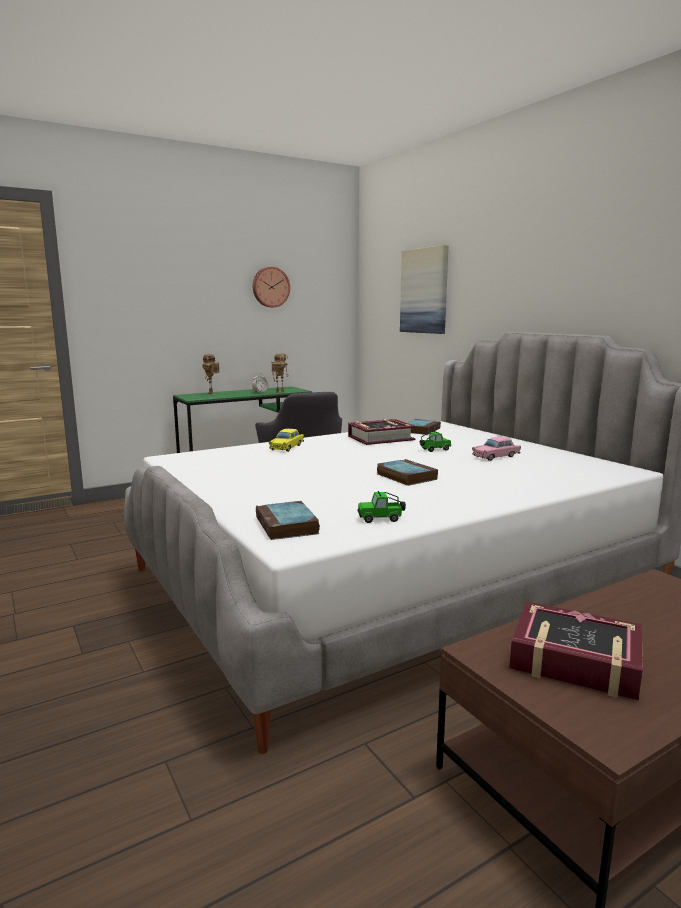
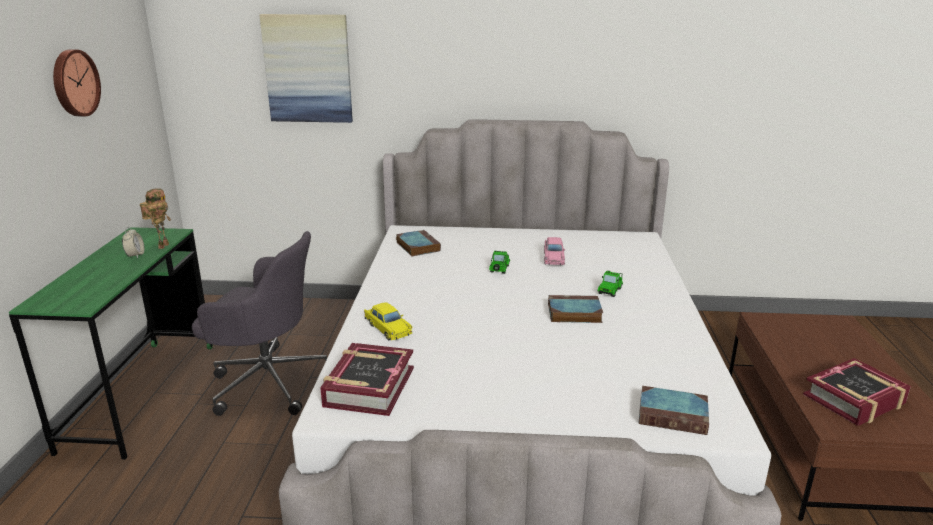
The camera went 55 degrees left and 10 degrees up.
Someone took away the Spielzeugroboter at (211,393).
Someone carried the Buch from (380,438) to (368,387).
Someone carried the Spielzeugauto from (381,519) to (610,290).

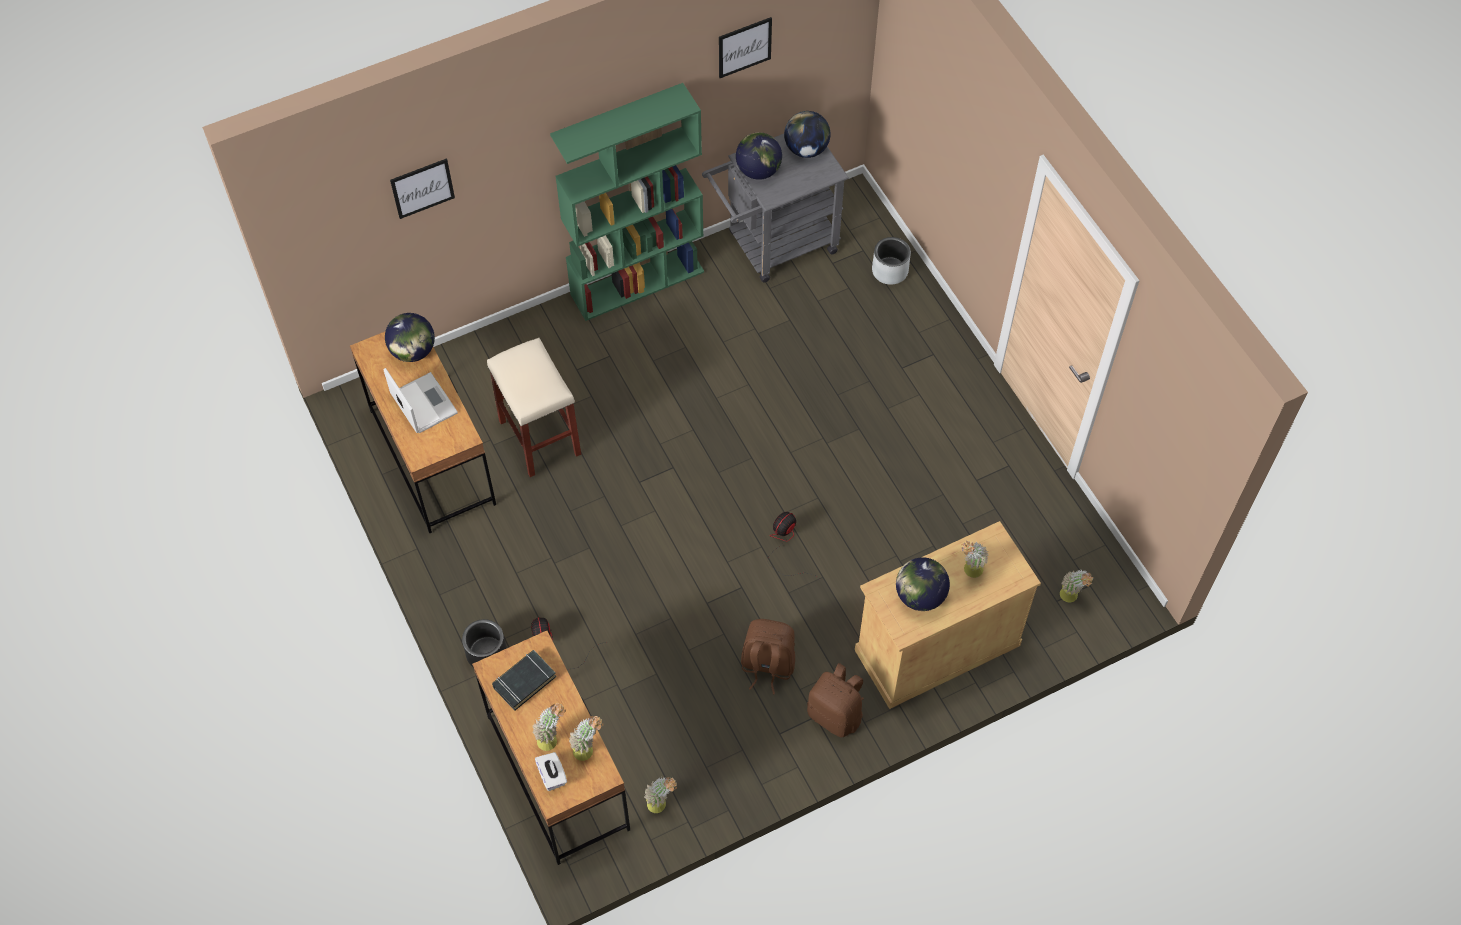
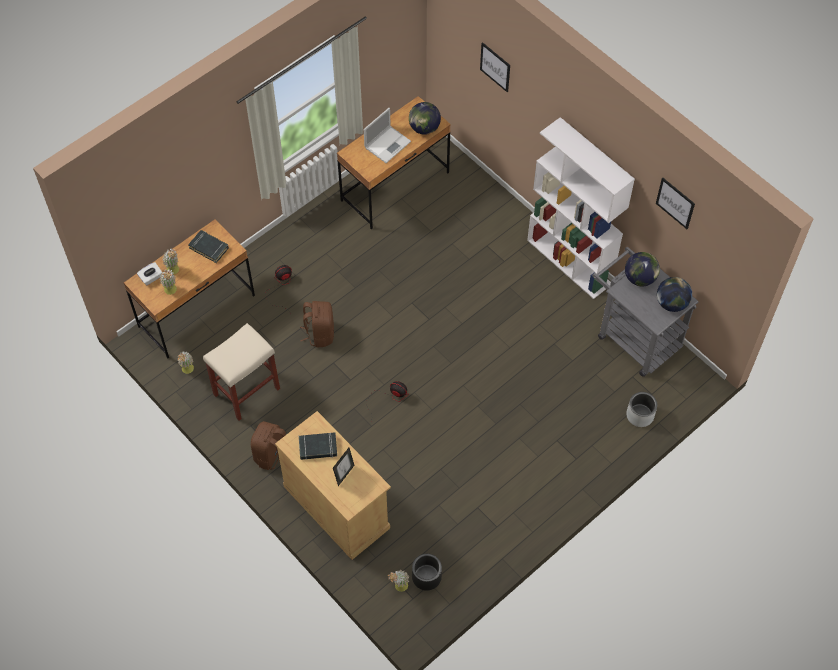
The camera went 75 degrees right and 0 degrees up.
Someone repainted the Bücherregal [grün] at (637,282), which became the Bücherregal [weiß] at (570,262).
Someone carried the Hocker [beige] from (541,438) to (246,392).
Someone swapped the Topfpflanze at (969,572) for the Bilderrahmen at (344,474).
Someone swapped the Globus at (920,596) for the Buch [schwarz] at (318,448).
Someone carried the Pflanzkübel [schwarz] from (486,653) to (426,576).
Someone carried the Rucksack [braun] from (767,666) to (319,333).

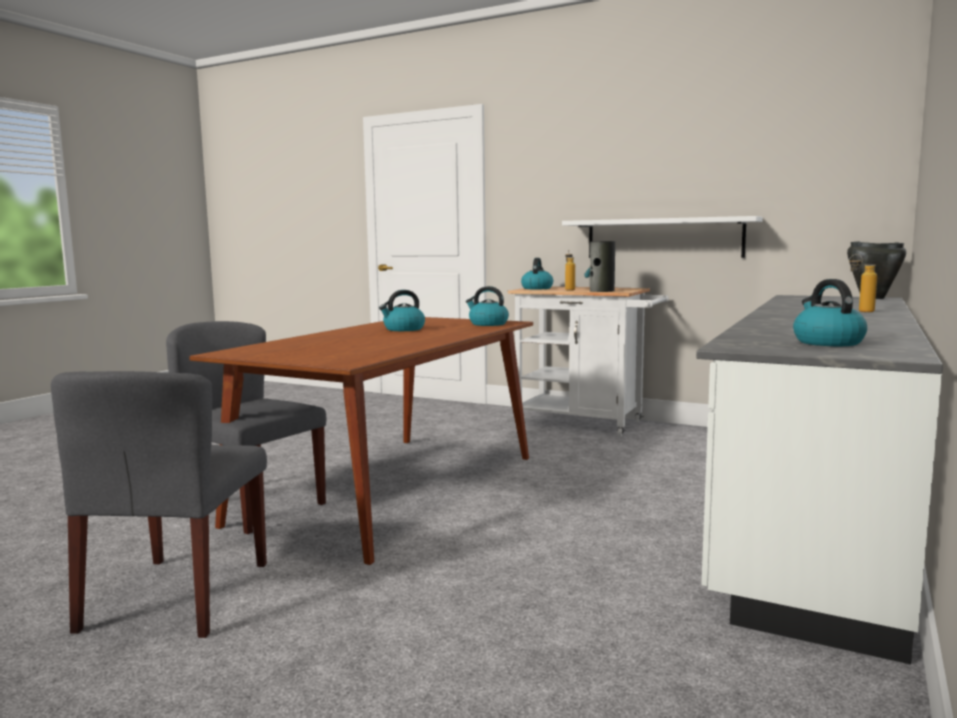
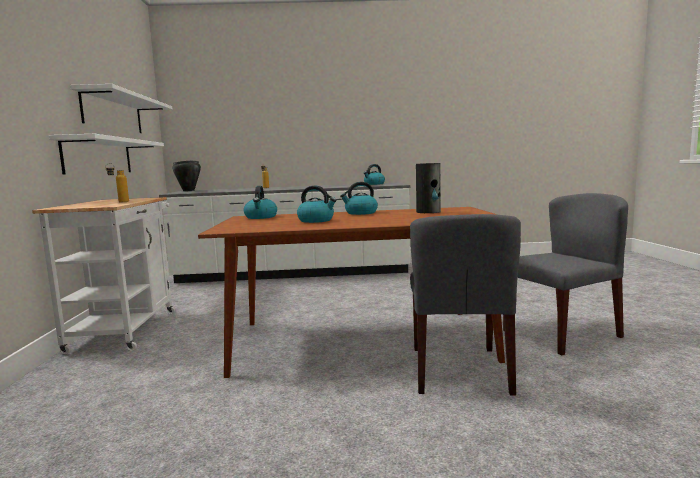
The camera went 120 degrees left and 0 degrees up.
Someone carried the Vase from (601,291) to (428,212).
Someone carried the Wasserkessel from (537,288) to (360,213).
Someone put up the Wandregal [weiß] at (113,113).

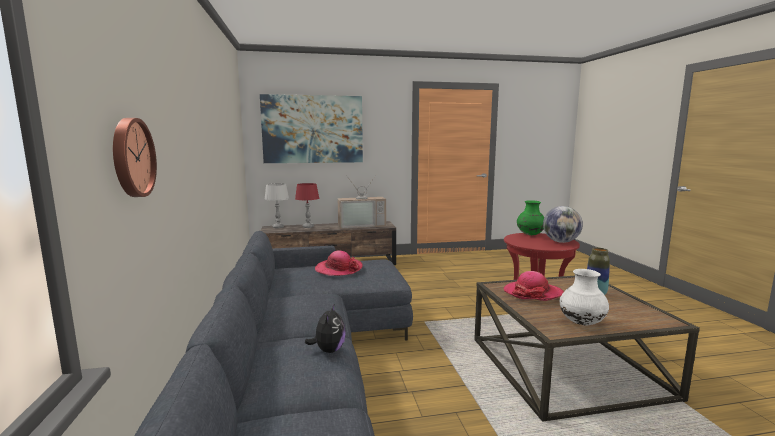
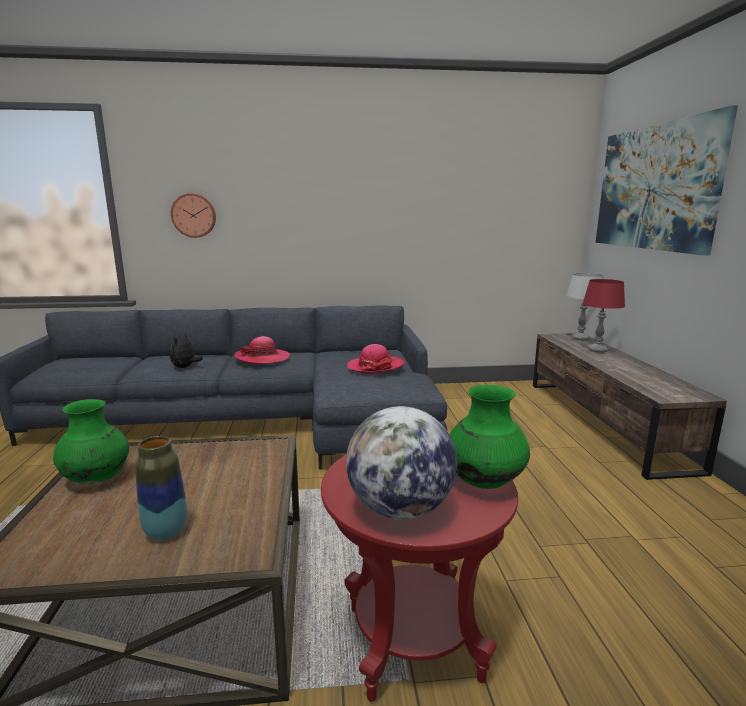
The camera went 95 degrees right and 5 degrees up.
Someone took away the Fernseher at (361,225).
Someone repainted the Vase [weiß] at (581,323), which became the Vase [grün] at (96,479).
Someone carried the Hut from (532,293) to (262,358).
Someone rotated the Plüschtier at (328,350) by 90 degrees clockwise.

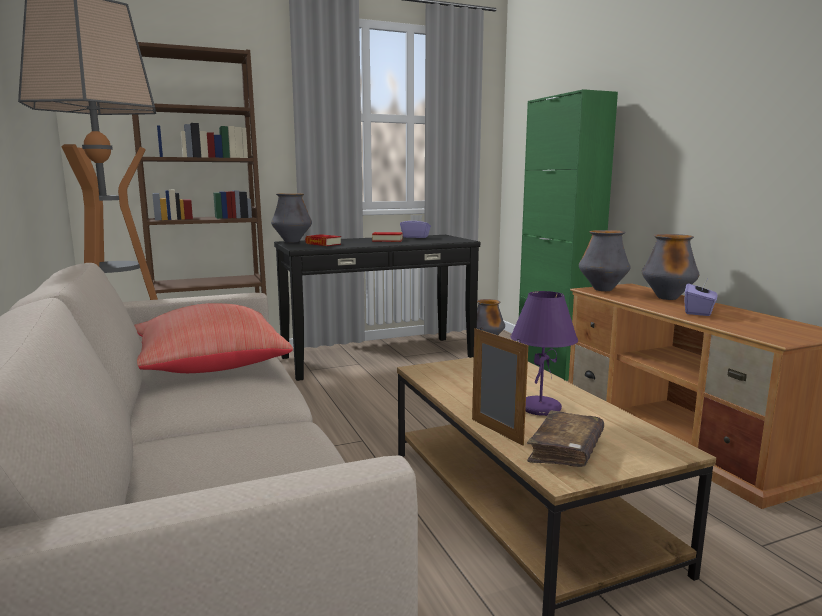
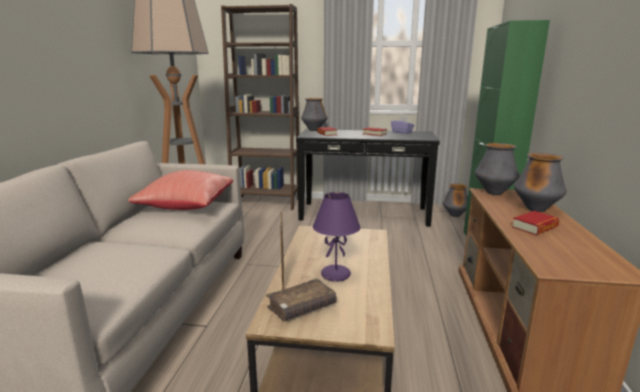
The camera went 30 degrees right and 5 degrees up.
Someone swapped the Taschentuchbox [lila] at (698,312) for the Buch at (534,227).

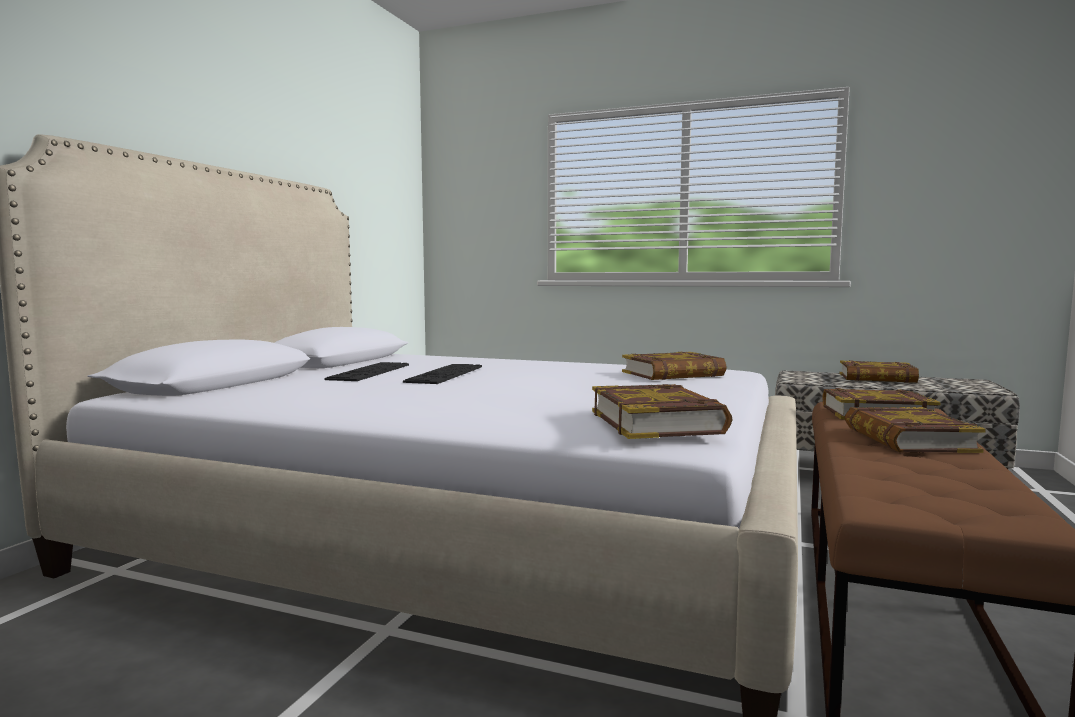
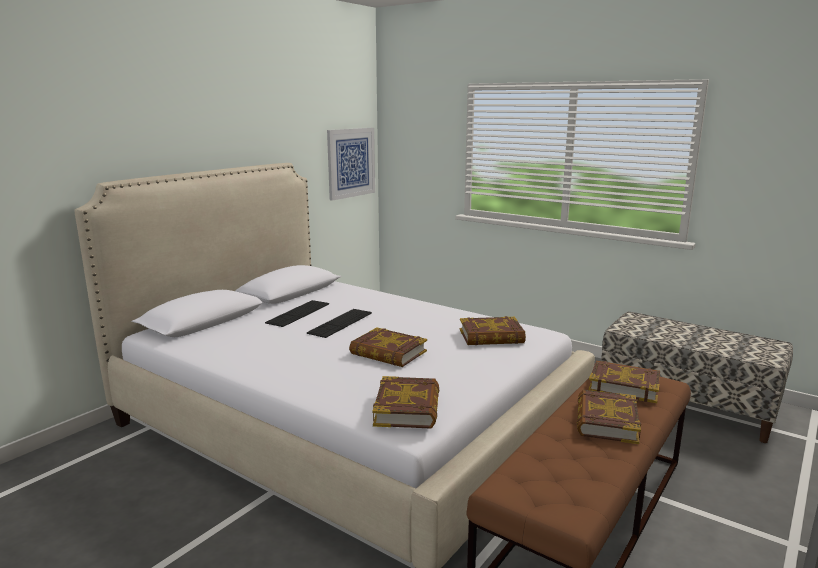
The camera went 15 degrees right and 10 degrees up.
Someone carried the Buch from (877,378) to (388,353).
Someone put up the Bild at (351,163).

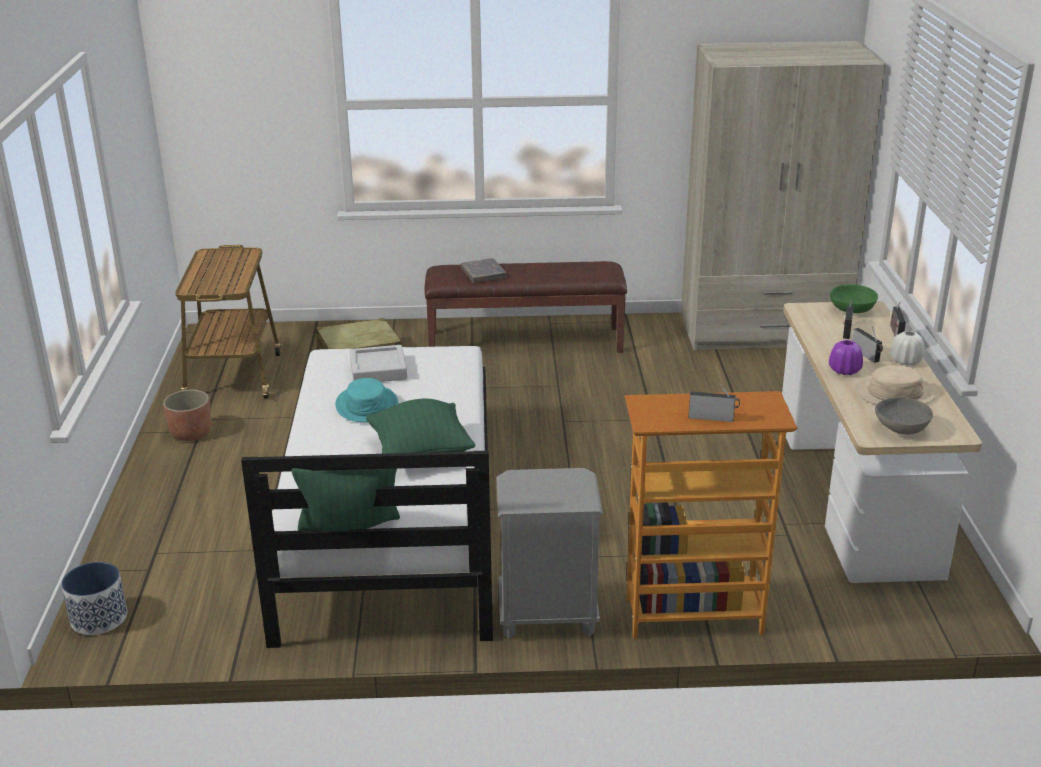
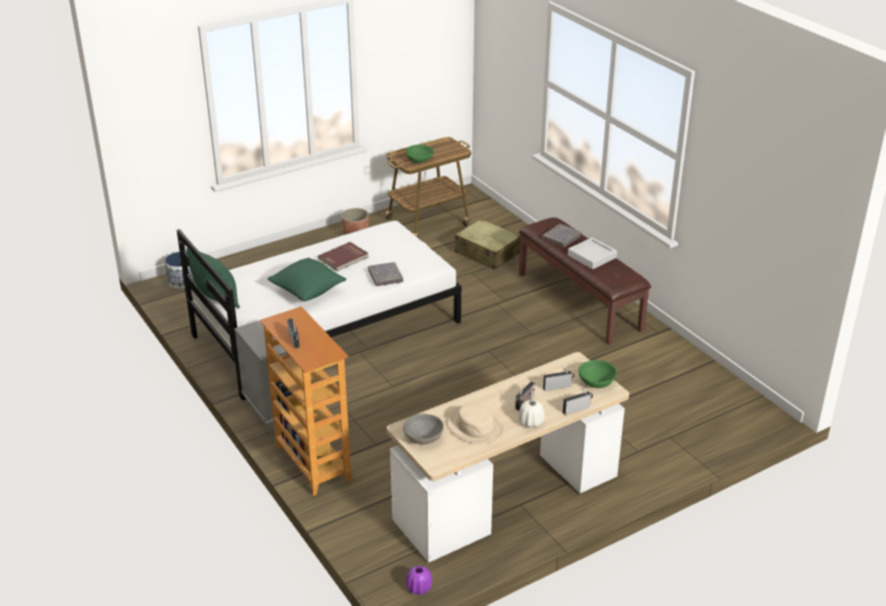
The camera went 60 degrees right and 5 degrees up.
Someone took away the Kleiderschrank [beige] at (763,331).
Someone carried the Vase [lila] from (844,370) to (419,588).
Someone carried the Tablett [grau] from (378,369) to (592,256).
Someone swapped the Hut [türkis] at (367,405) for the Buch [rot] at (344,258).
Someone put down the Schüssel [grün] at (419,160).
Someone put down the Buch [grau] at (385,276).

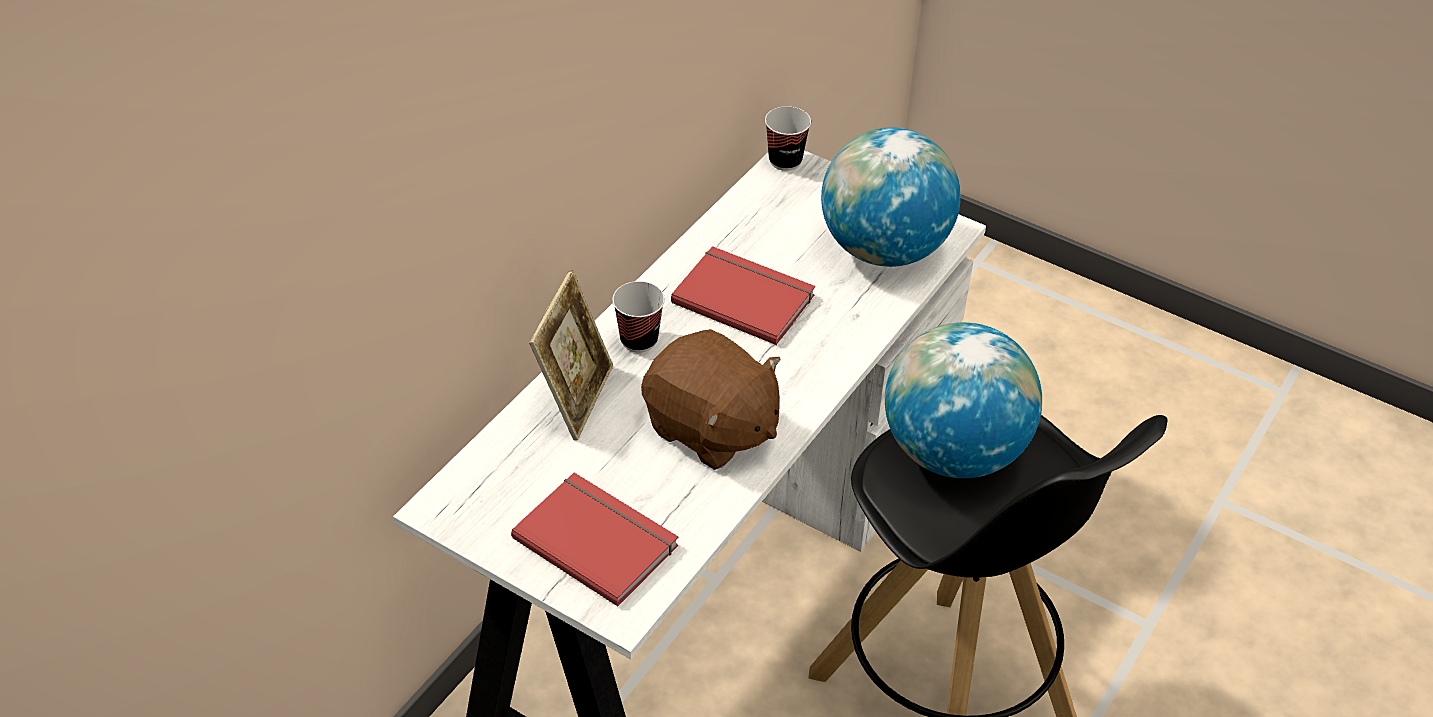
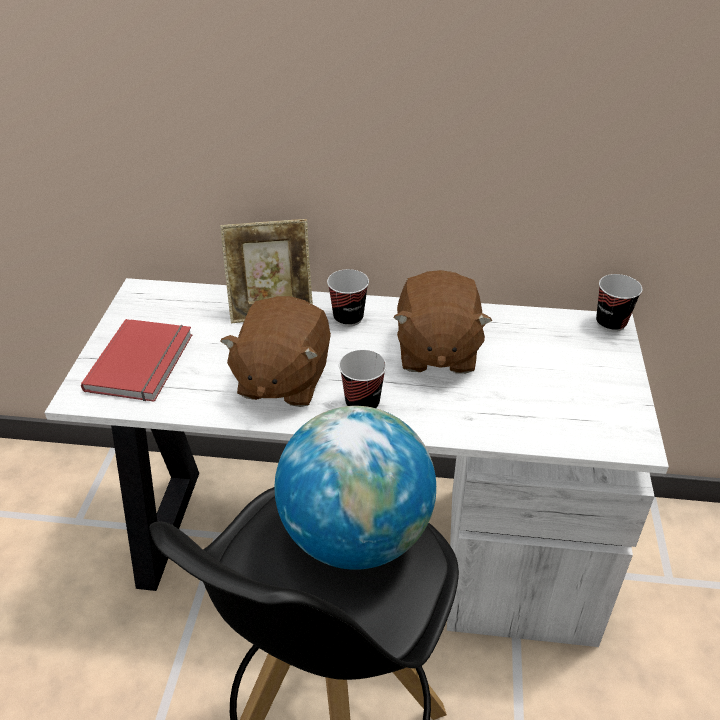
The camera went 65 degrees right and 5 degrees down.
Someone took away the Globus at (883,249).
Someone swapped the Buch [rot] at (744,297) for the Plüschtier [braun] at (436,351).
Someone put down the Tasse at (362,403).

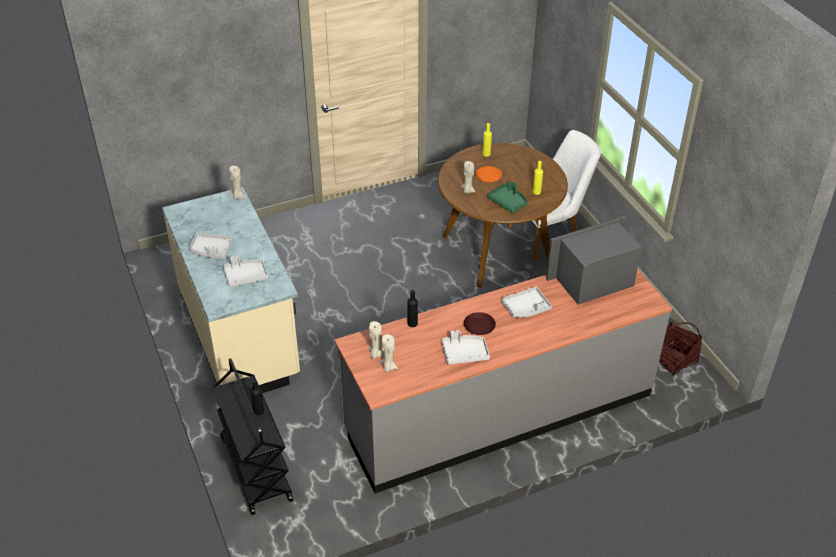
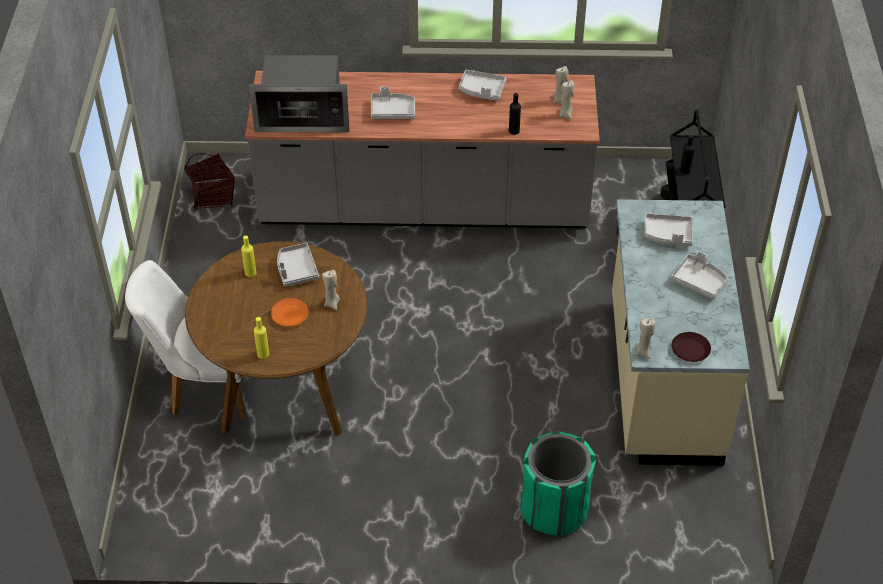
The camera went 155 degrees left and 5 degrees up.
Someone repainted the Tablett [grün] at (508,202), which became the Tablett [grau] at (296,270).
Someone carried the Teller [braun] from (479,326) to (690,350).
Someone put down the Mülleimer [grün] at (554,509).

